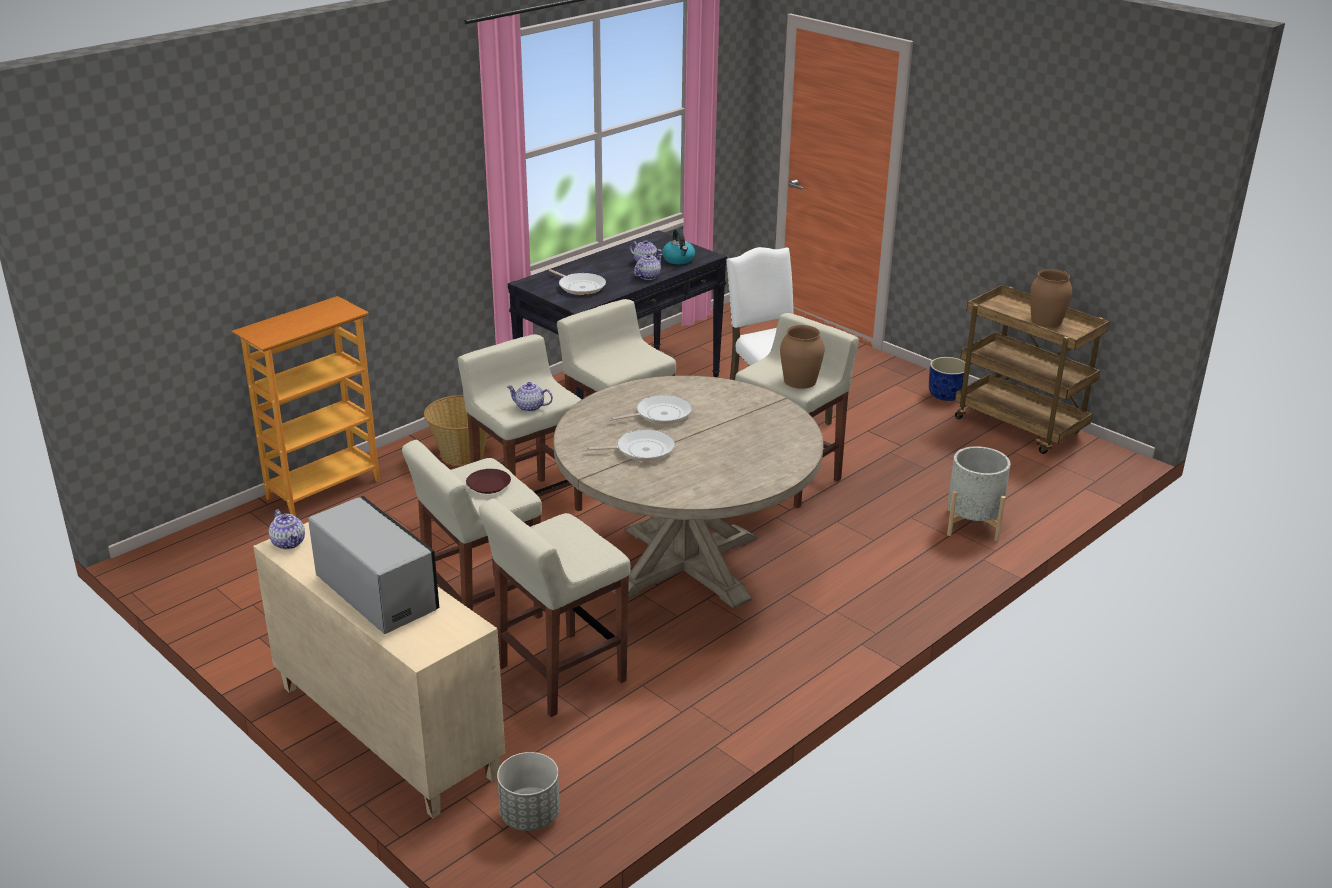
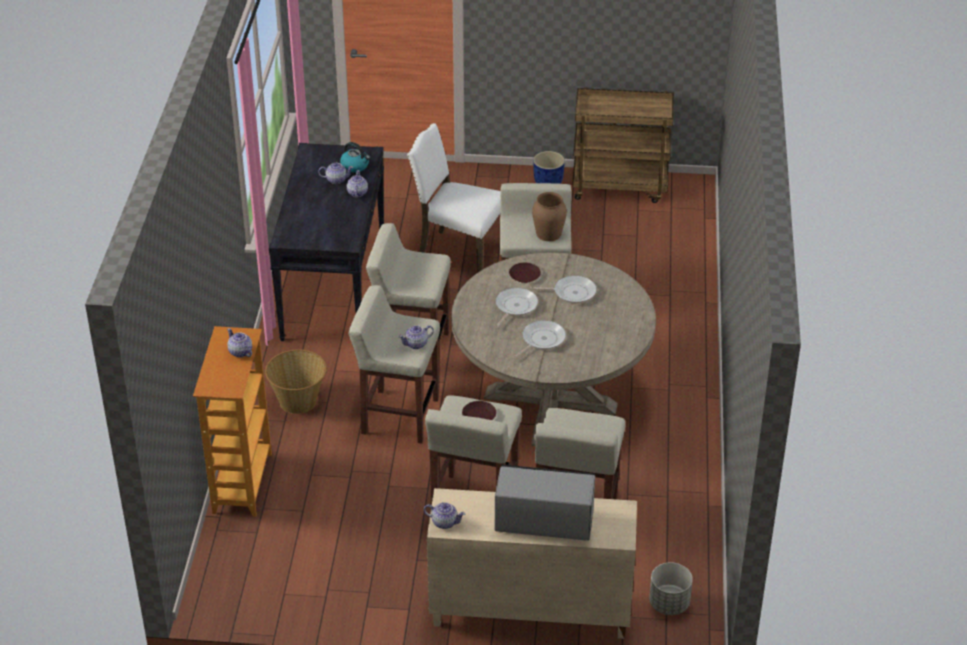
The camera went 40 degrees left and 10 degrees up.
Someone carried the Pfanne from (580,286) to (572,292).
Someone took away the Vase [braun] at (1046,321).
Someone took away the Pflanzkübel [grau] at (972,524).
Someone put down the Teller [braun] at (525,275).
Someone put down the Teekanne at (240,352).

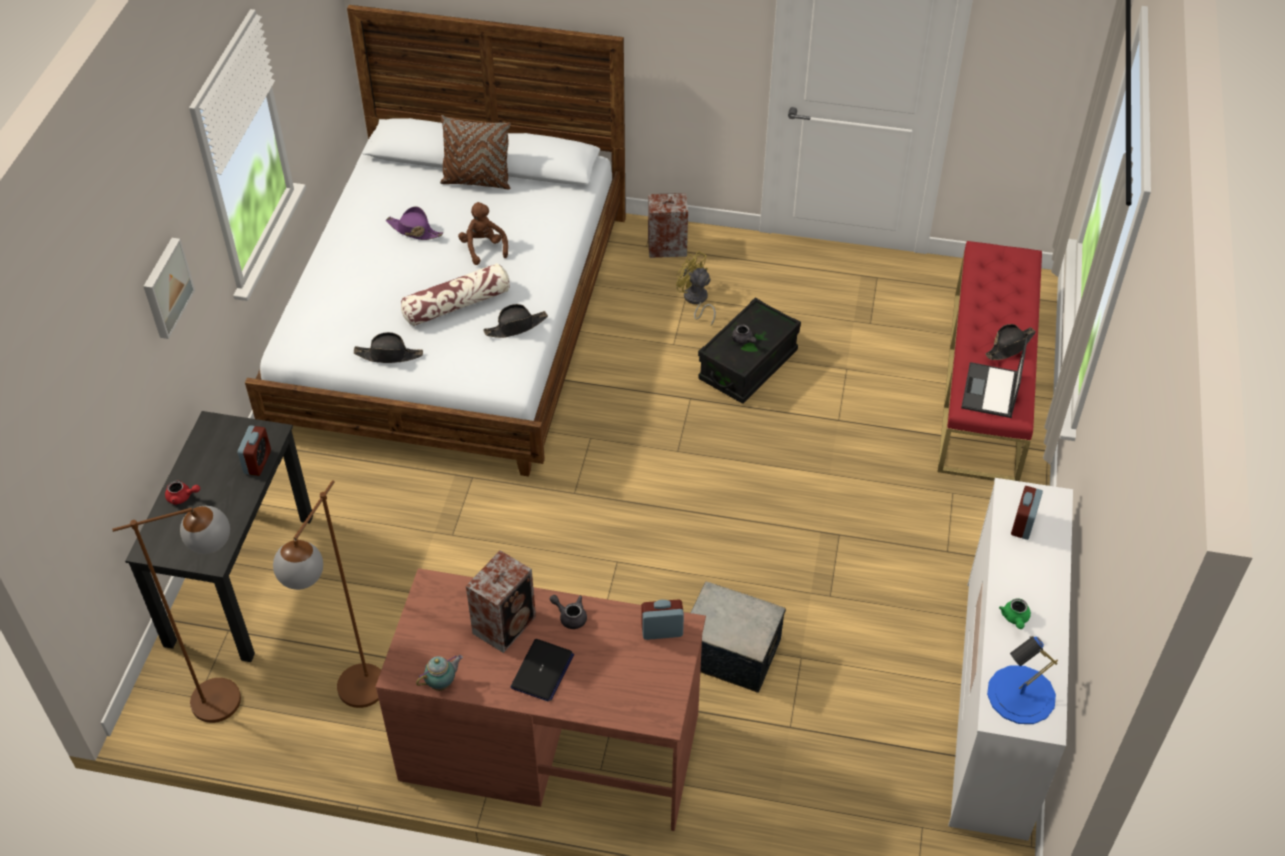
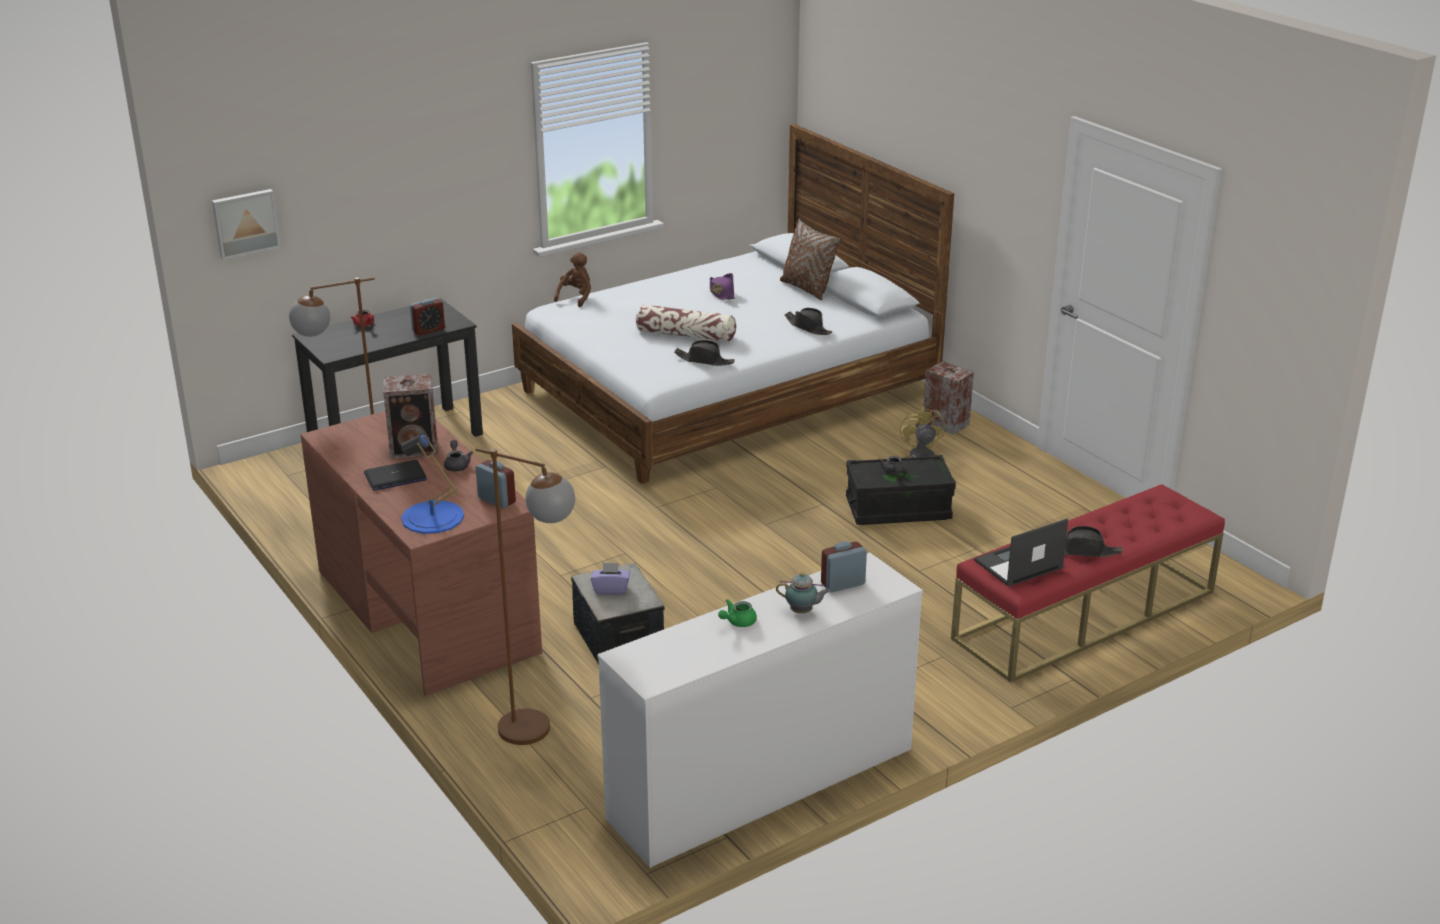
The camera went 45 degrees right and 20 degrees down.
Someone carried the Plüschtier [braun] from (483,248) to (576,297).
Someone carried the Bild from (165,287) to (245,223).
Someone carried the Hut [schwarz] from (389,355) to (808,327).
Someone carried the Stehlampe [braun] from (234,695) to (540,733).
Someone carried the Tischlampe [blau] from (1021,695) to (432,517).
Someone carried the Teekanne from (442,683) to (802,612).
Someone put down the Taschentuchbox [lila] at (611,589).

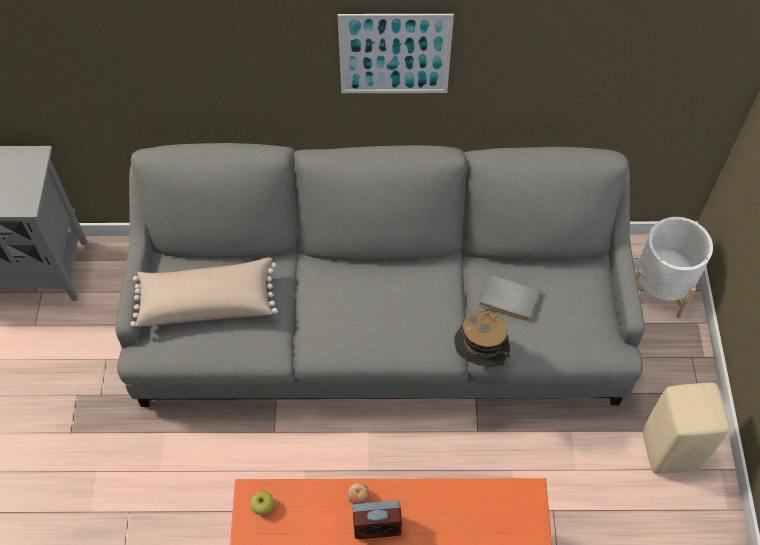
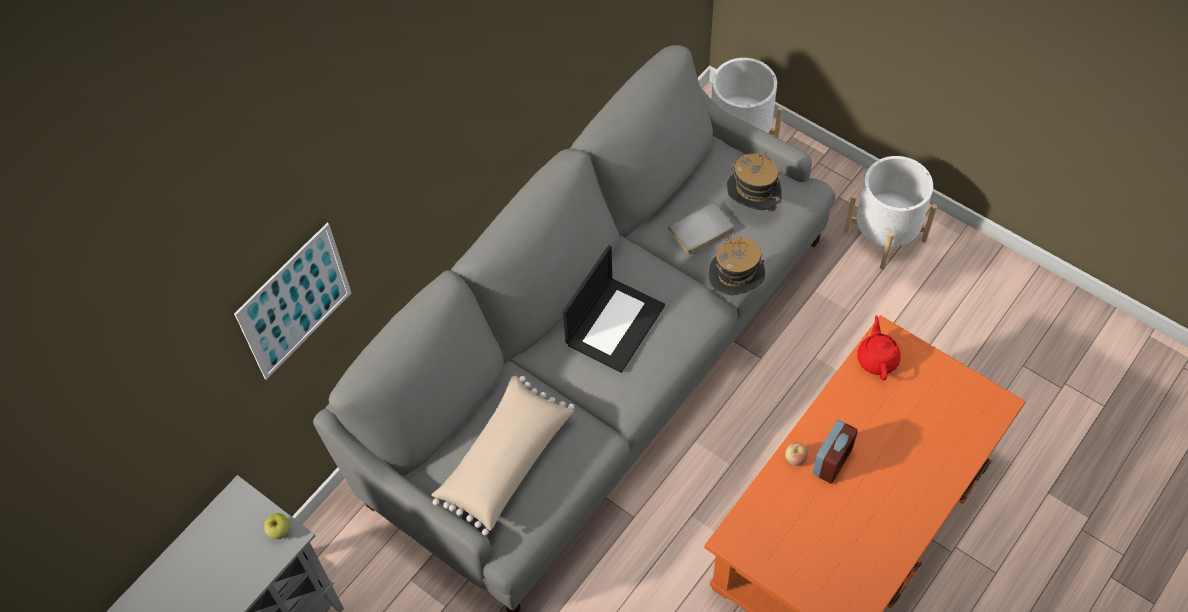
The camera went 50 degrees left and 0 degrees up.
Someone carried the Bild from (394,54) to (295,302).
Someone swapped the Hocker [beige] at (671,451) for the Pflanzkübel [weiß] at (885,235).
Someone carried the Apfel from (263,506) to (279,531).
Someone put down the Hut at (752,206).
Someone put down the Laptop at (614,323).
Someone put down the Teekanne [rot] at (877,359).

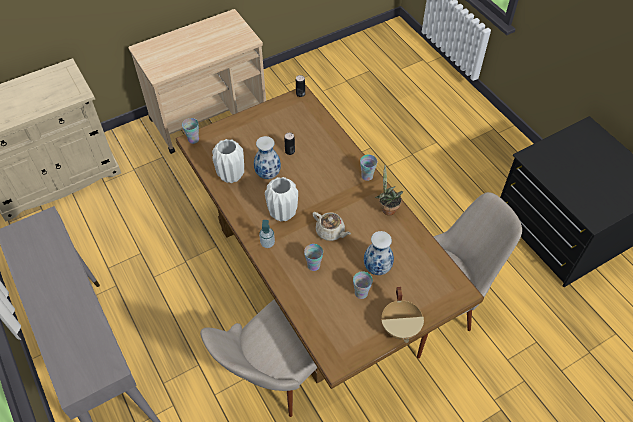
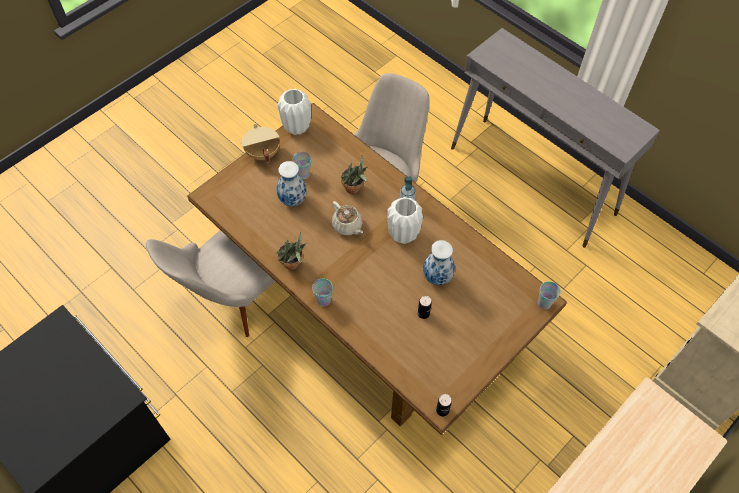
The camera went 165 degrees right and 5 degrees up.
Someone carried the Vase [weiß] from (231,176) to (297,127).
Someone rotated the Teekanne [beige] at (330,232) by 150 degrees counterclockwise.
Someone swapped the Tasse at (313,265) for the Topfpflanze at (355,189).

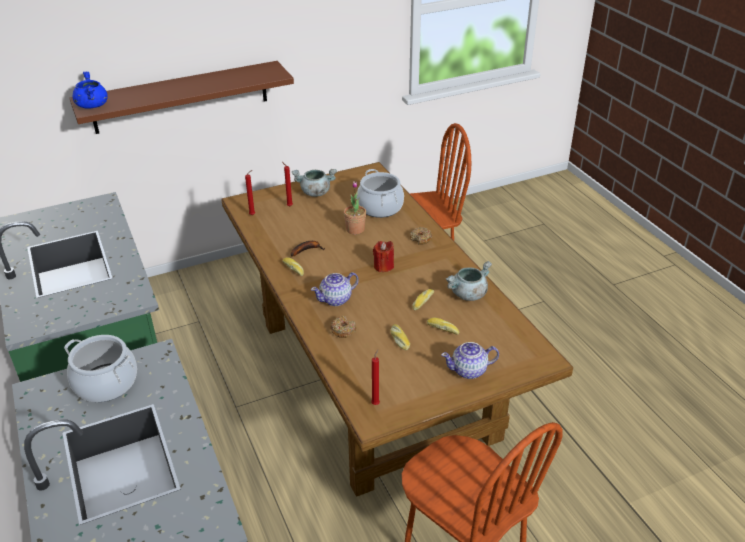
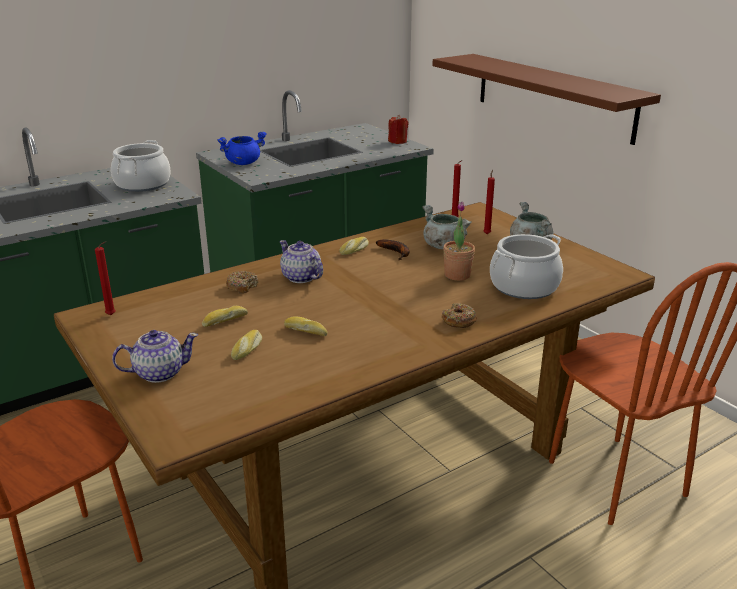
The camera went 80 degrees right and 10 degrees down.
Someone carried the Kochtopf [blau] from (92,105) to (243,163).
Someone carried the Kerze [rot] from (383,266) to (397,141).
Someone carried the Kochtopf [grau] from (468,294) to (443,246).
Someone rotated the Teekanne at (469,370) by 90 degrees clockwise.

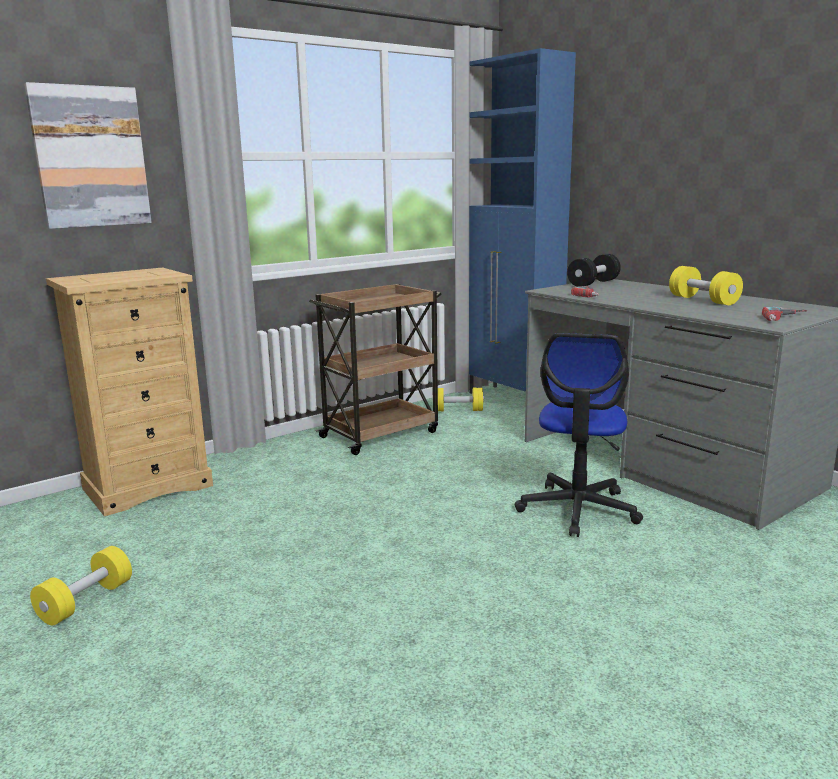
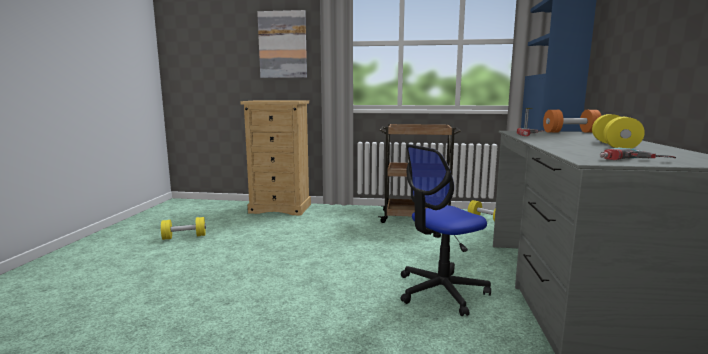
The camera went 45 degrees right and 5 degrees down.
Someone repainted the Hantel [schwarz] at (593,283), which became the Hantel [orange] at (570,132).

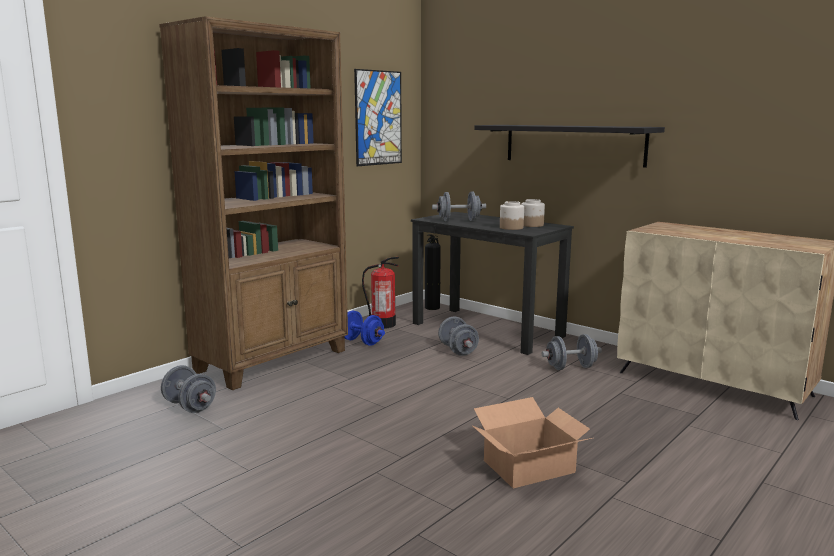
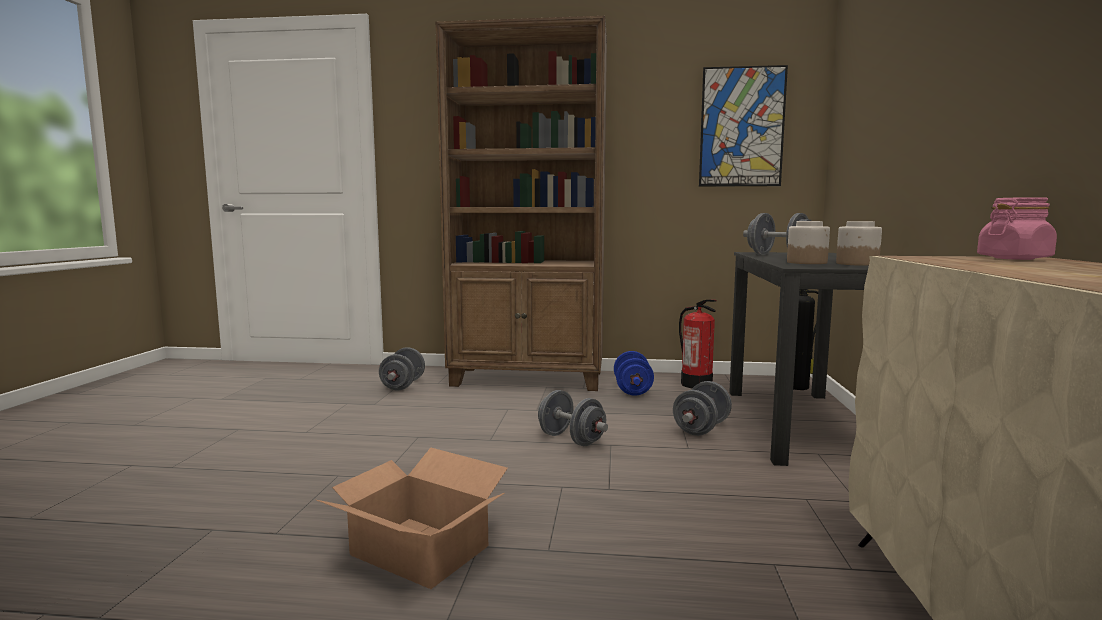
The camera went 55 degrees right and 5 degrees down.
Someone took away the Wandregal [schwarz] at (573,144).
Someone carried the Hantel [grau] from (570,367) to (571,439).
Someone put down the Vorratsglas [rosa] at (1014,258).

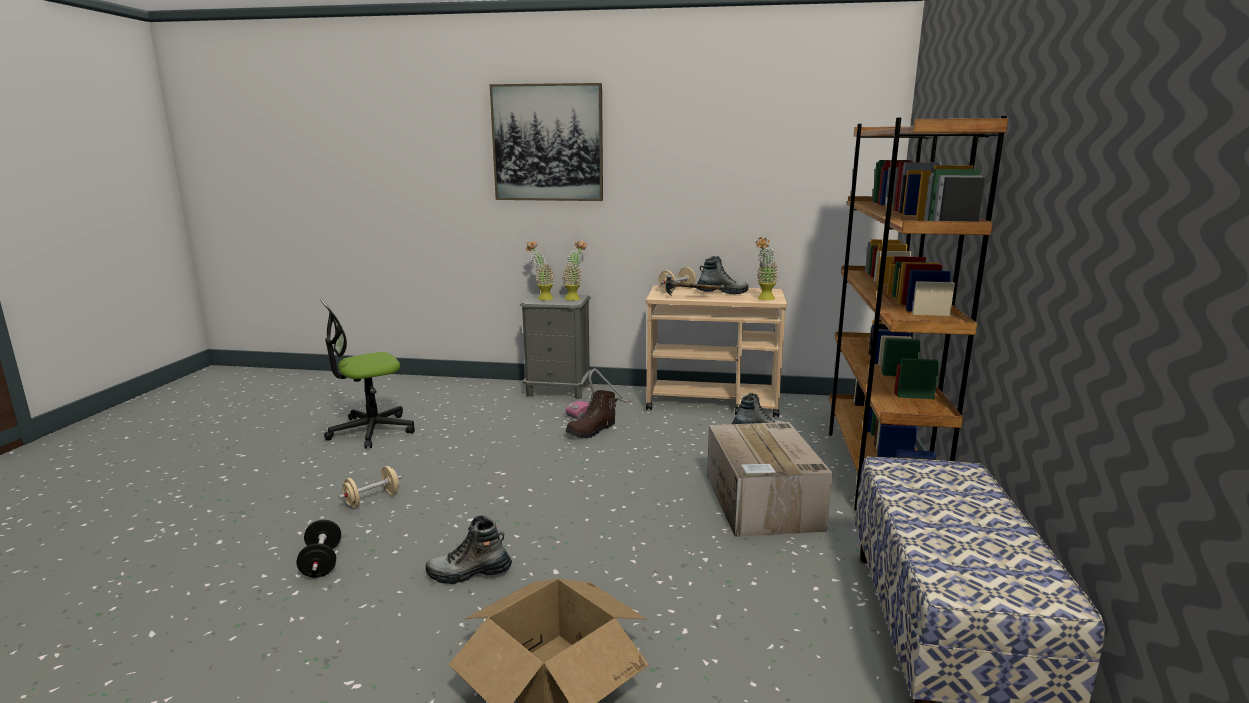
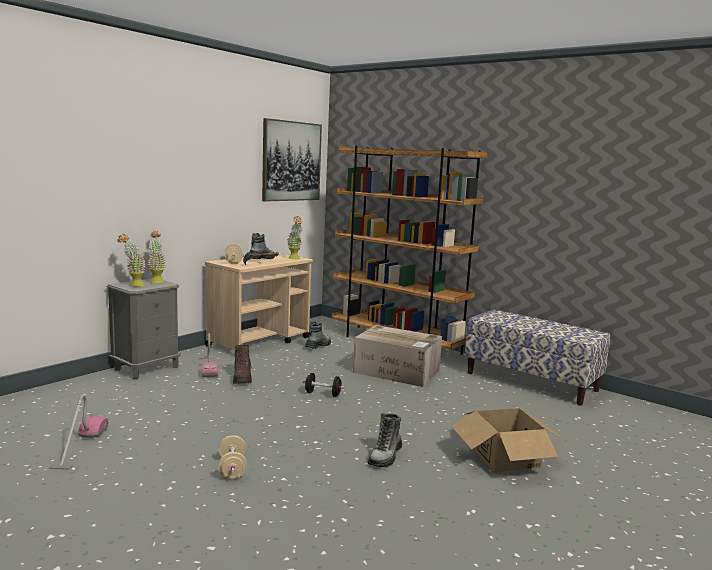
The camera went 60 degrees left and 5 degrees down.
Someone carried the Bild from (547,143) to (291,161).
Someone swapped the Bürostuhl at (371,431) for the Staubsauger at (80,446).
Someone carried the Hantel [schwarz] from (322,563) to (323,394).

